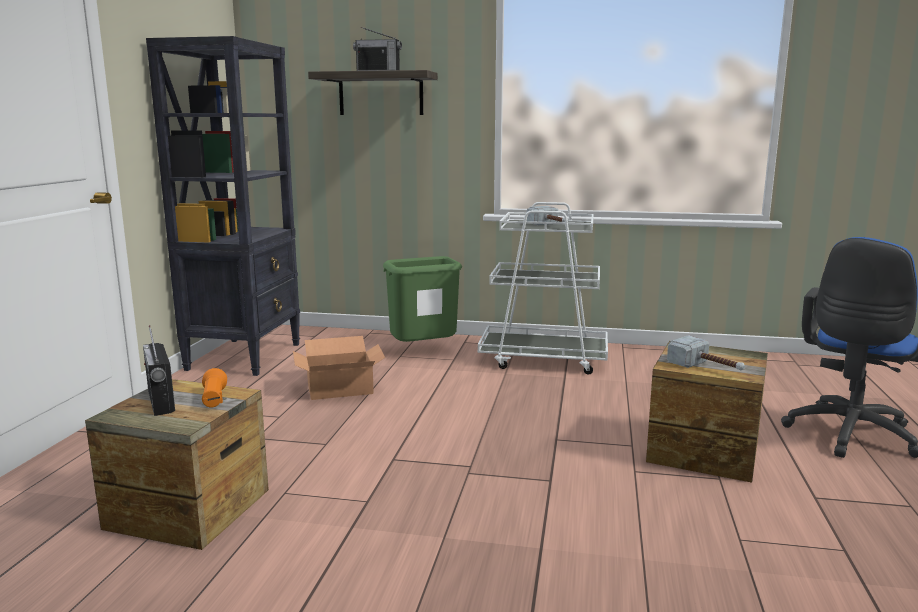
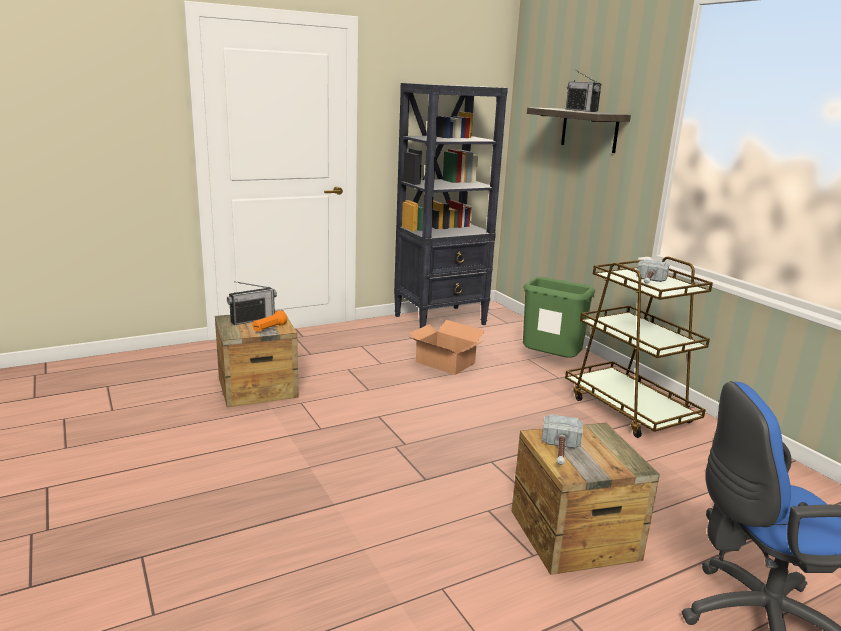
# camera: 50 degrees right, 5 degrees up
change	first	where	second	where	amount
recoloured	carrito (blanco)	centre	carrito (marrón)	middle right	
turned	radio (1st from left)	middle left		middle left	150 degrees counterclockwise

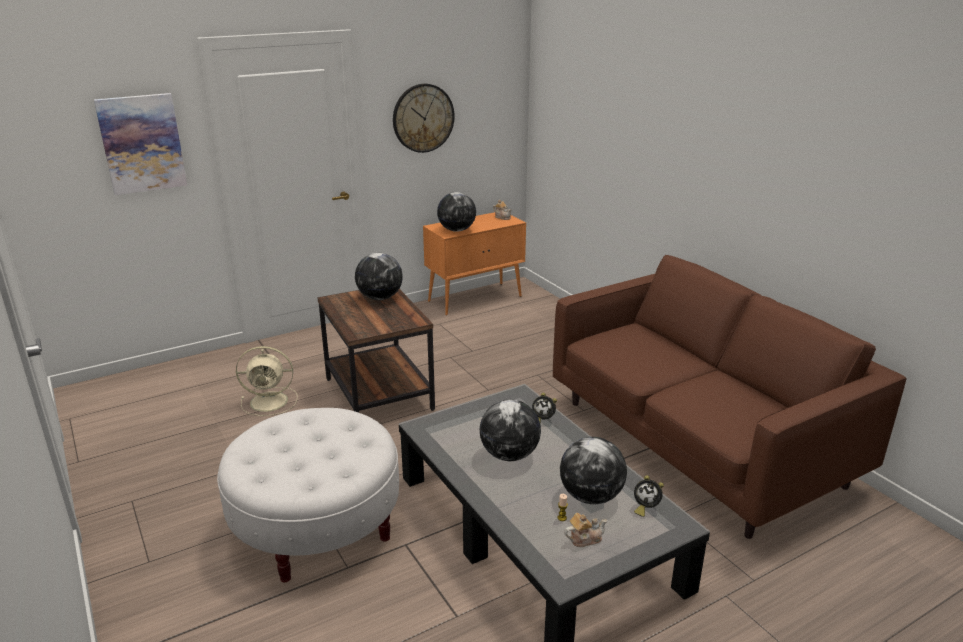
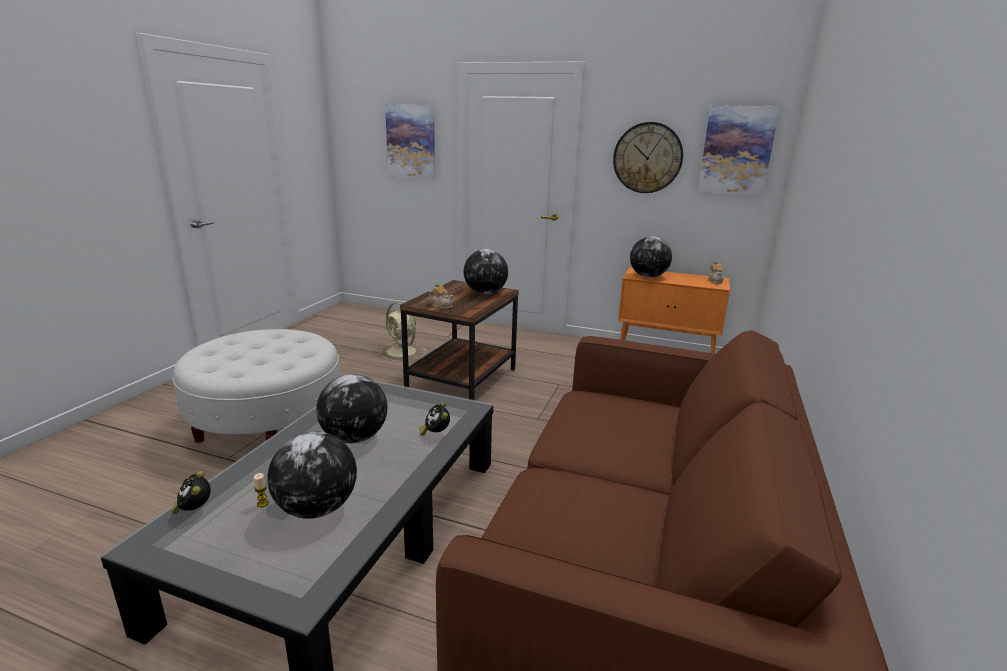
# camera: 50 degrees right, 5 degrees down
change	first	where	second	where	amount
moved	despertador (2nd from left in the first image)	bottom right	despertador (1st from left)	bottom left	
moved	tetera (2nd from left in the first image)	bottom centre	tetera (1st from left)	centre	
added			cuadro (2nd from left)	top right	

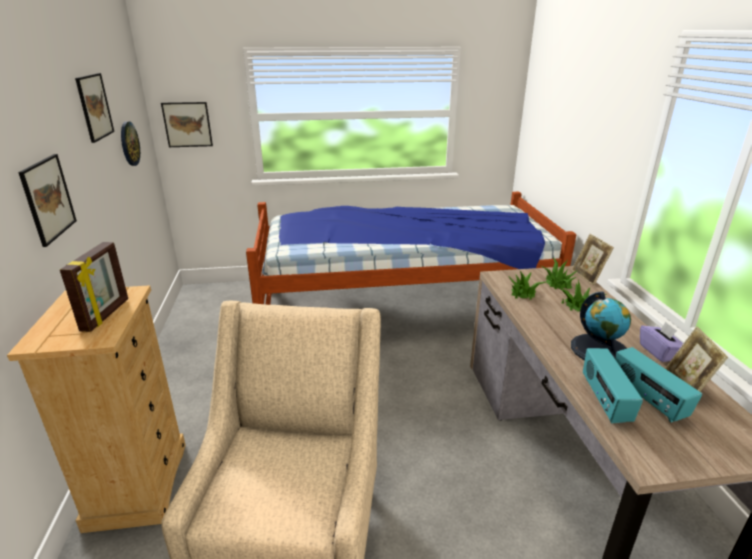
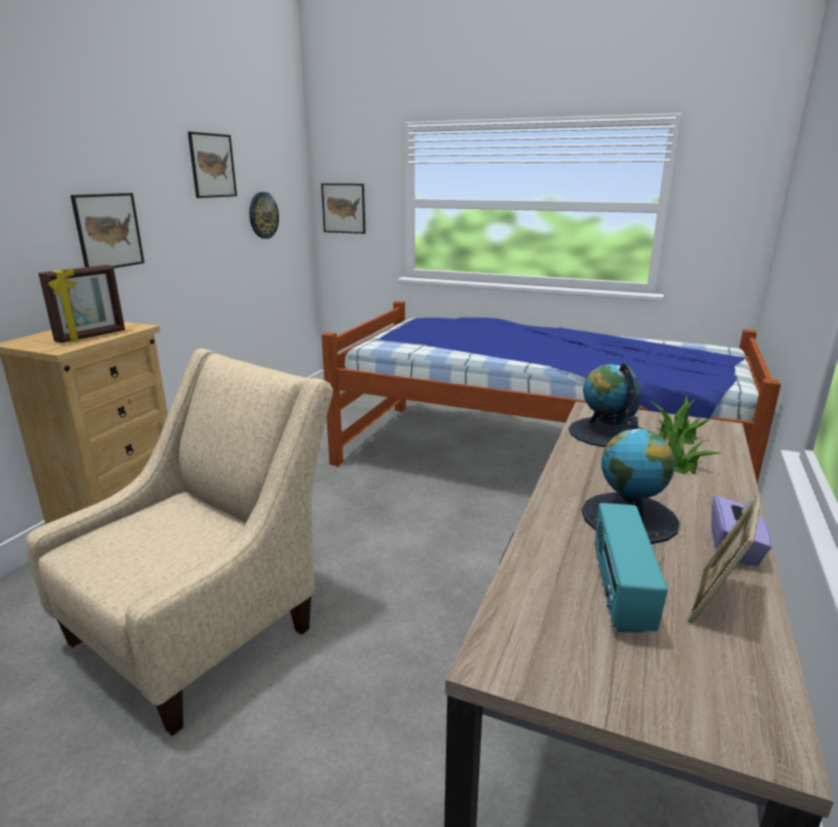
# camera: 30 degrees right, 5 degrees down
change	first	where	second	where	amount
removed	portarretratos (2nd from left)	middle right			
replaced	planta en maceta (1st from left)	middle right	globo terráqueo (1st from left)	middle right	
removed	radio (1st from left)	bottom right			

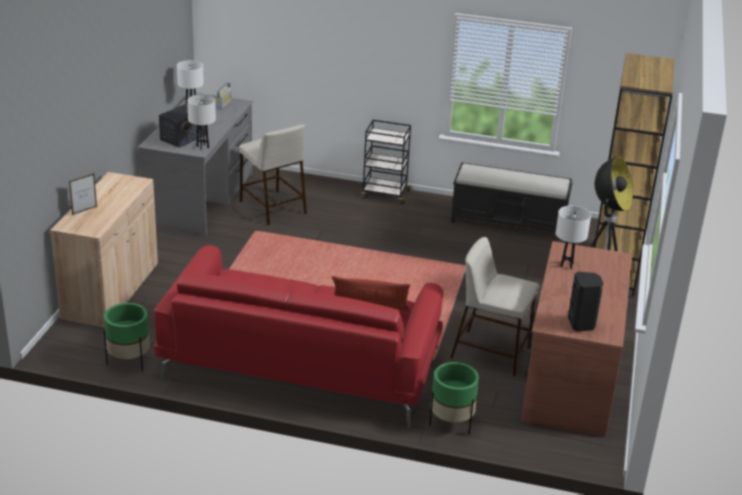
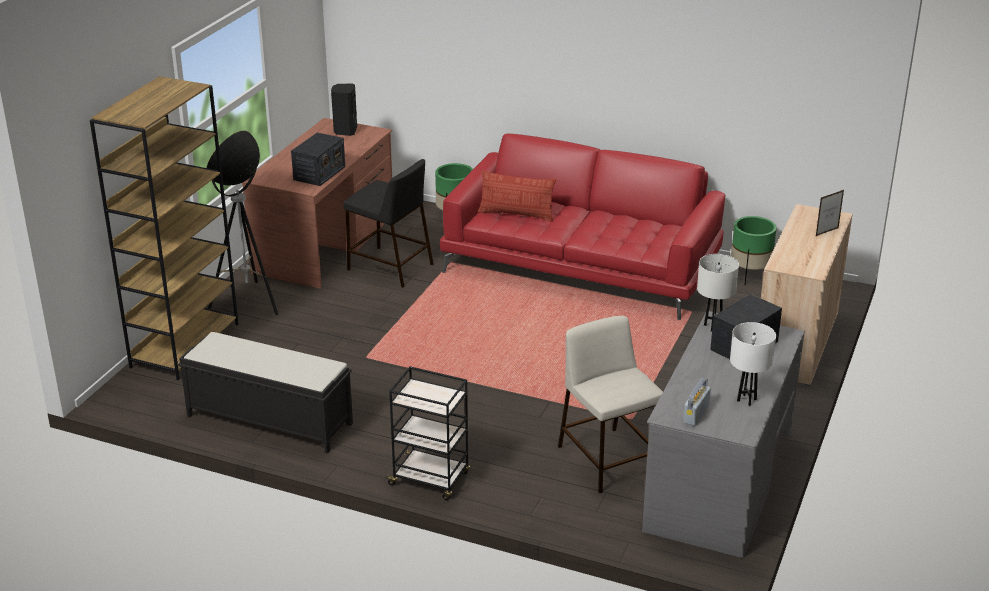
# camera: 170 degrees left, 0 degrees up
change	first	where	second	where	amount
replaced	lámpara de mesa (blanco) (3rd from left)	middle right	radio (1st from left)	top left	
recoloured	taburete (beis) (2nd from left)	centre	taburete (negro)	centre	

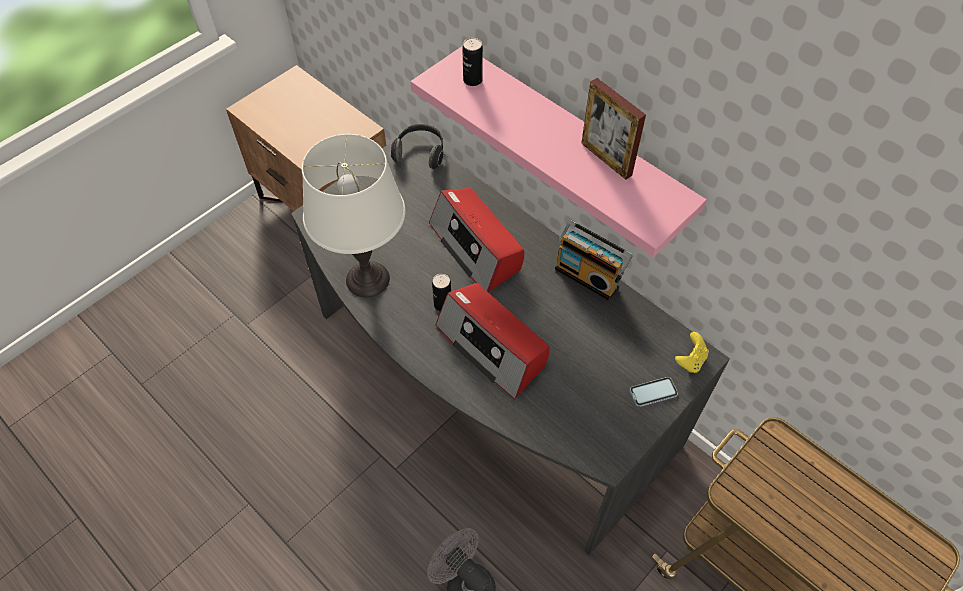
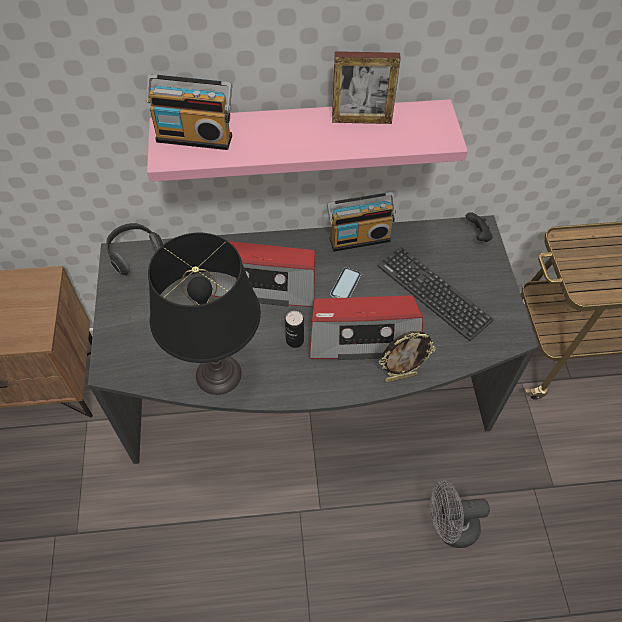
# camera: 50 degrees left, 0 degrees up
change	first	where	second	where	amount
replaced	lata (2nd from left)	top centre	radio (1st from left)	top left	
recoloured	lámpara de mesa (blanco)	centre	lámpara de mesa (negro)	middle left	
recoloured	mando de consola (amarillo)	middle right	mando de consola (negro)	middle right	
moved	móvil	middle right		centre	
added			teclado	middle right	
added			portarretratos (2nd from left)	centre	

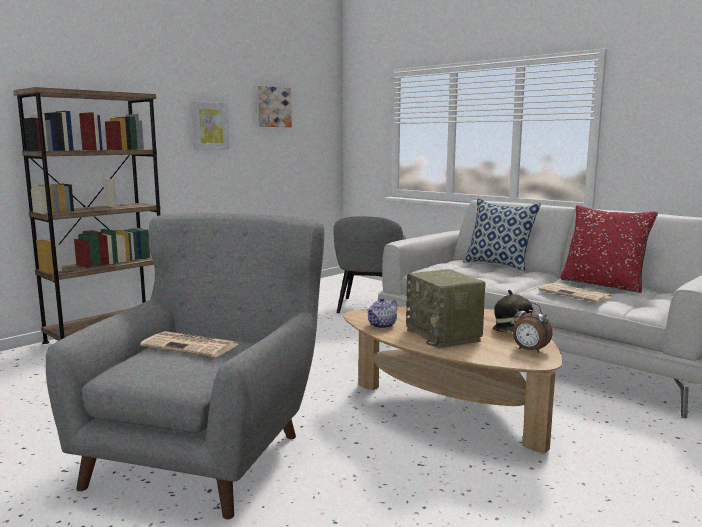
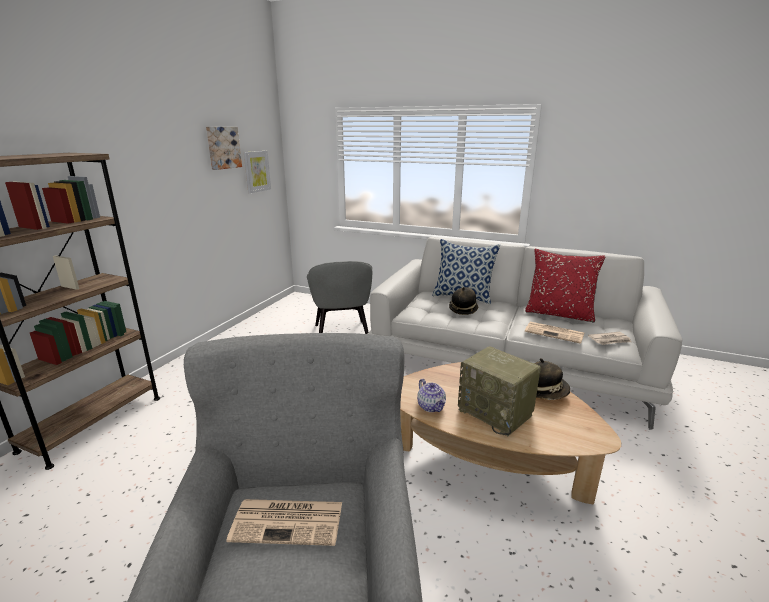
# camera: 20 degrees left, 10 degrees up
change	first	where	second	where	amount
moved	cuadro (1st from left in the first image)	top left	cuadro (2nd from left)	top centre	
turned	tetera	centre		centre	45 degrees counterclockwise
removed	despertador	middle right			
added			sombrero (1st from left)	centre	
added			periódico (3rd from left)	middle right	

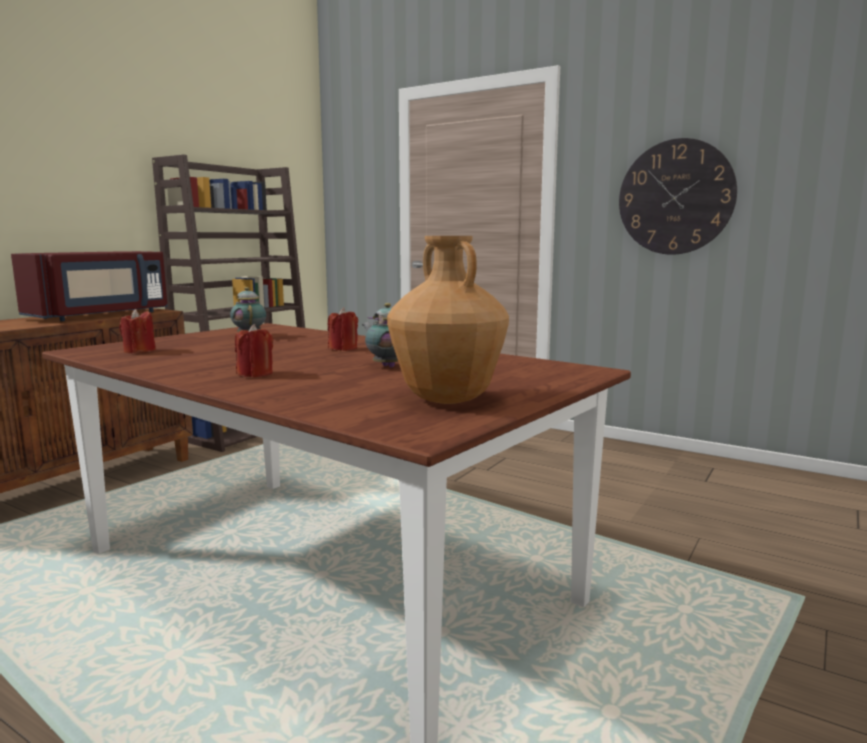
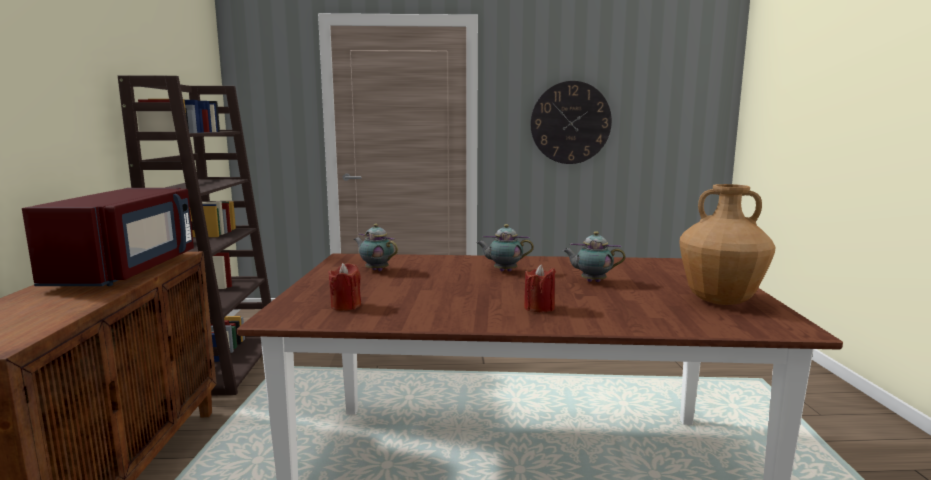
# camera: 35 degrees left, 0 degrees up
change	first	where	second	where	amount
replaced	vela (rojo) (3rd from left)	centre	tetera (2nd from left)	centre	

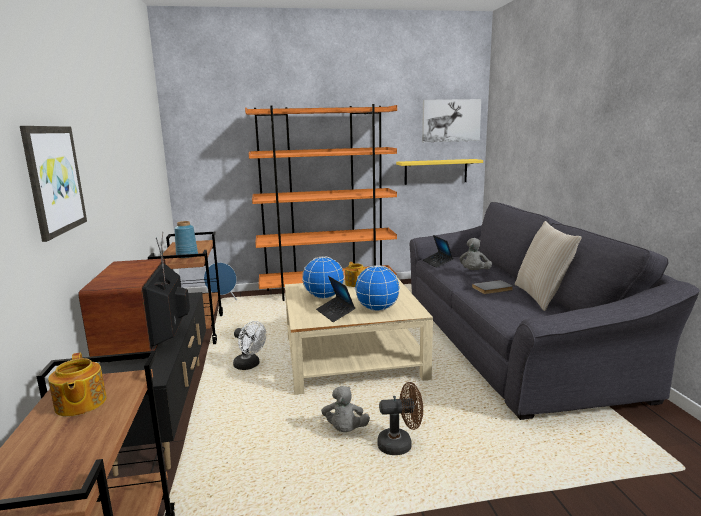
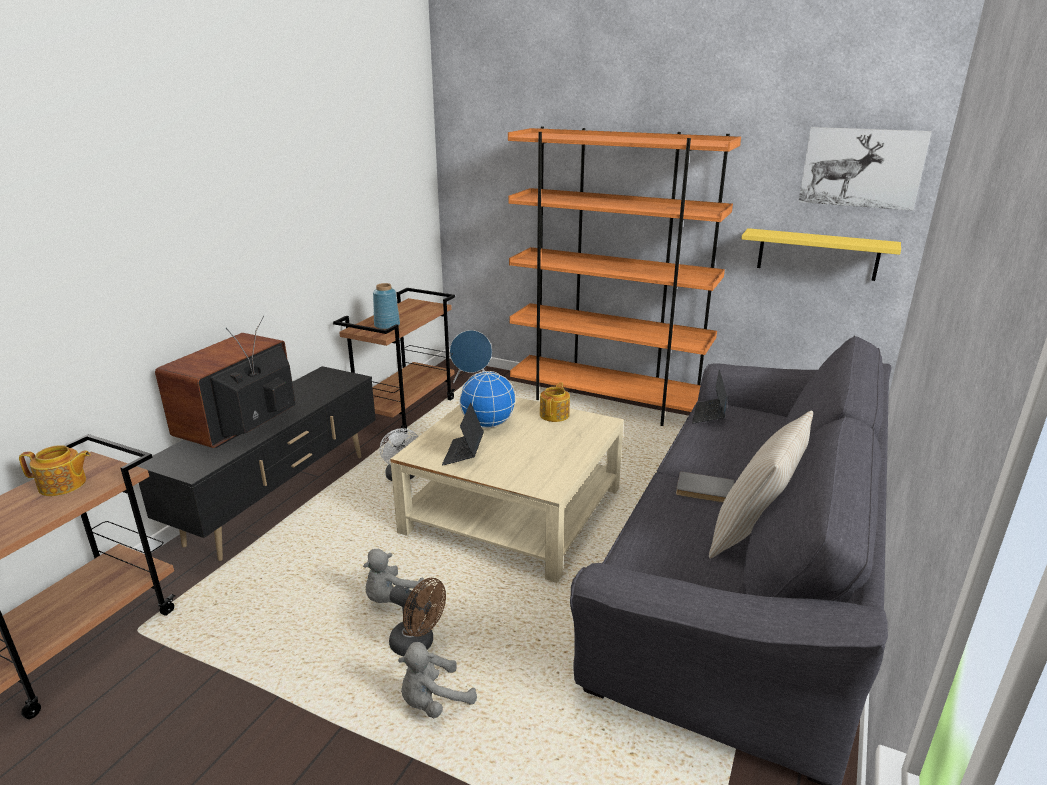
# camera: 35 degrees right, 10 degrees up
change	first	where	second	where	amount
removed	cuadro (1st from left)	middle left			
moved	peluche (gris) (2nd from left)	middle right		bottom centre	
removed	globo terráqueo (2nd from left)	centre			
turned	tetera (1st from left)	bottom left		middle left	105 degrees counterclockwise

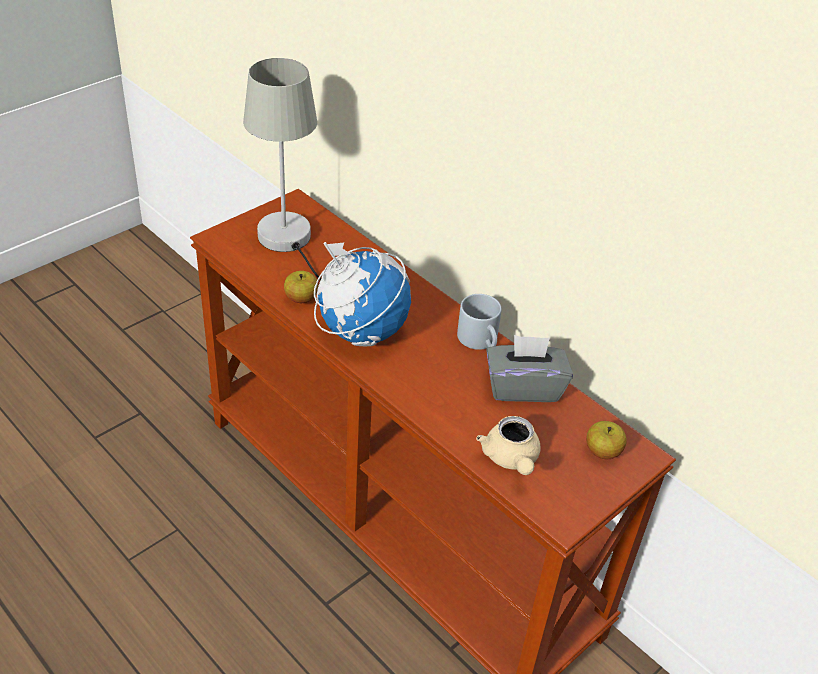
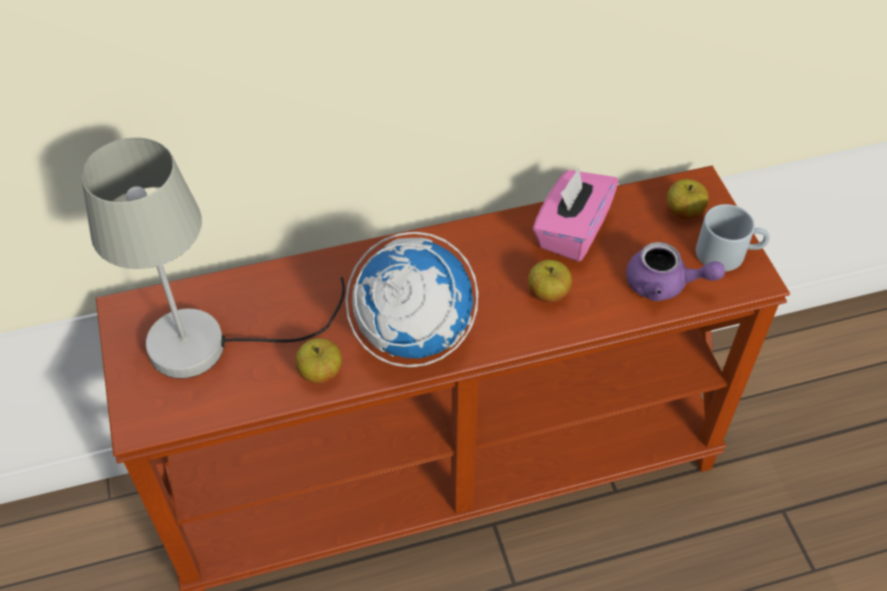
# camera: 60 degrees left, 10 degrees up
change	first	where	second	where	amount
moved	taza grande (gris)	centre		middle right	
recoloured	caja de pañuelos (gris)	centre	caja de pañuelos (rosa)	centre	
recoloured	tetera (beis)	centre	tetera (morado)	middle right	
added			manzana (2nd from left)	centre	

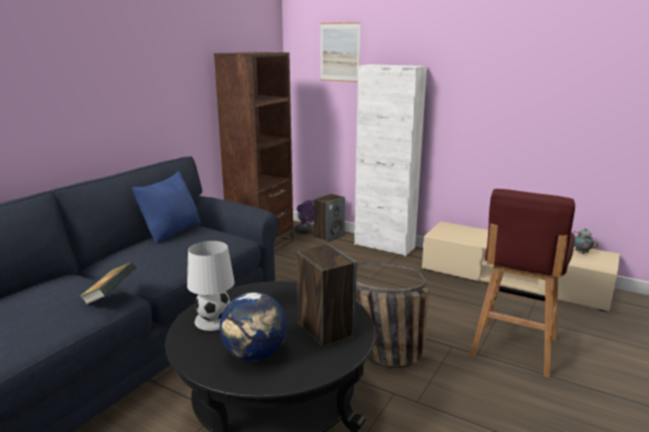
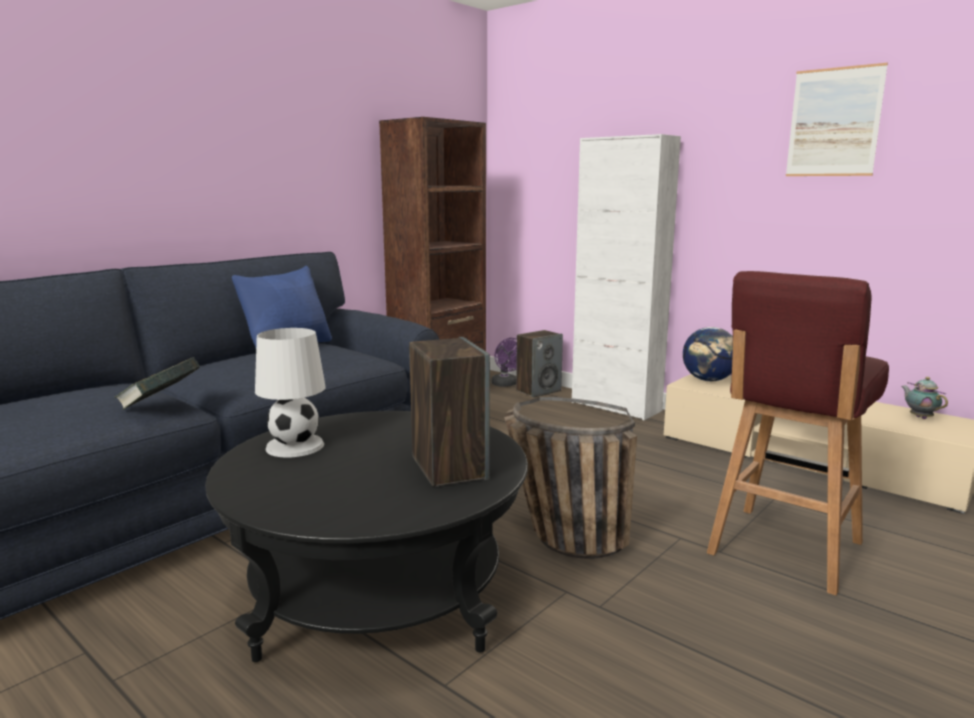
# camera: 10 degrees right, 5 degrees down
change	first	where	second	where	amount
moved	cuadro	top centre		top right	
moved	globo terráqueo	bottom centre		middle right	

